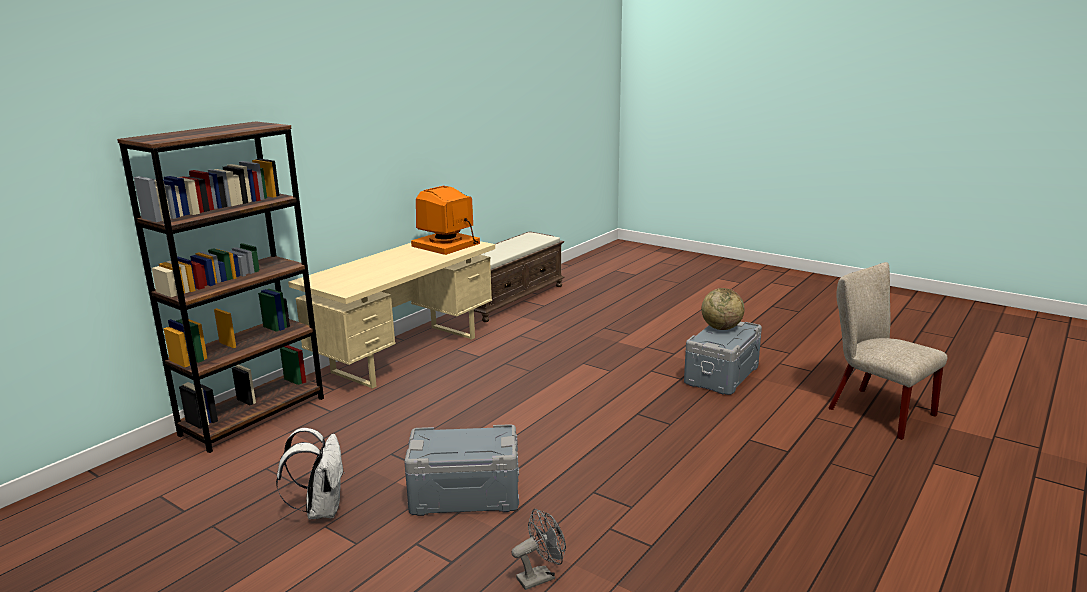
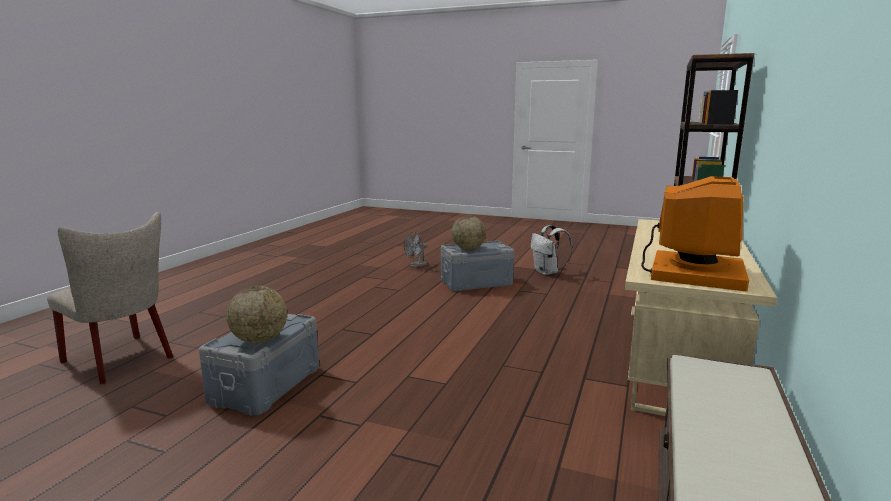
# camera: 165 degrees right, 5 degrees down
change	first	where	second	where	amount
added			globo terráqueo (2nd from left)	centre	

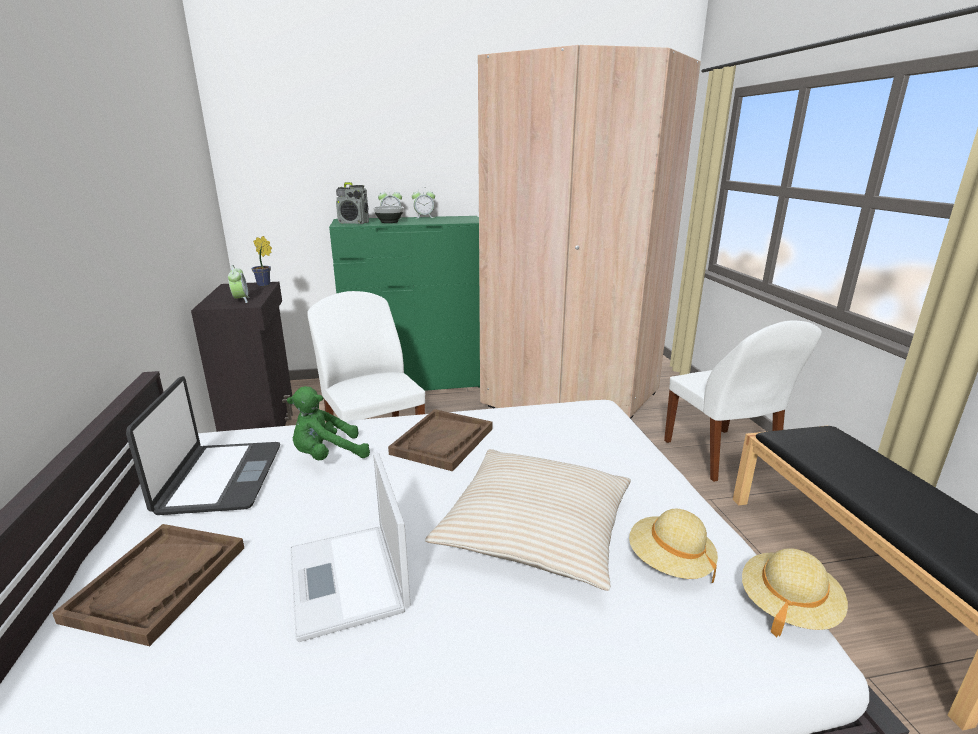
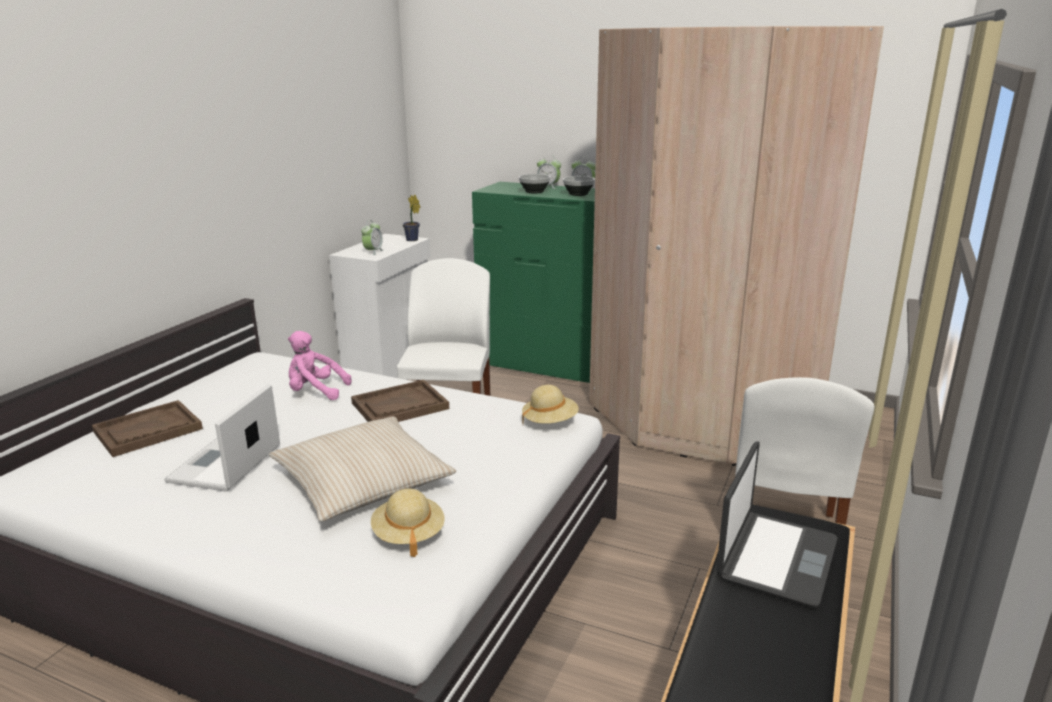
# camera: 35 degrees right, 0 degrees up
change	first	where	second	where	amount
removed	radio	top centre			
recoloured	armario (negro)	middle left	armario (blanco)	centre	
moved	portátil (1st from left in the first image)	middle left	portátil (2nd from left)	bottom right	
recoloured	peluche (verde)	centre	peluche (rosa)	middle left	
moved	sombrero (beis) (2nd from left)	bottom right		centre	
added			cuenco (2nd from left)	top centre	

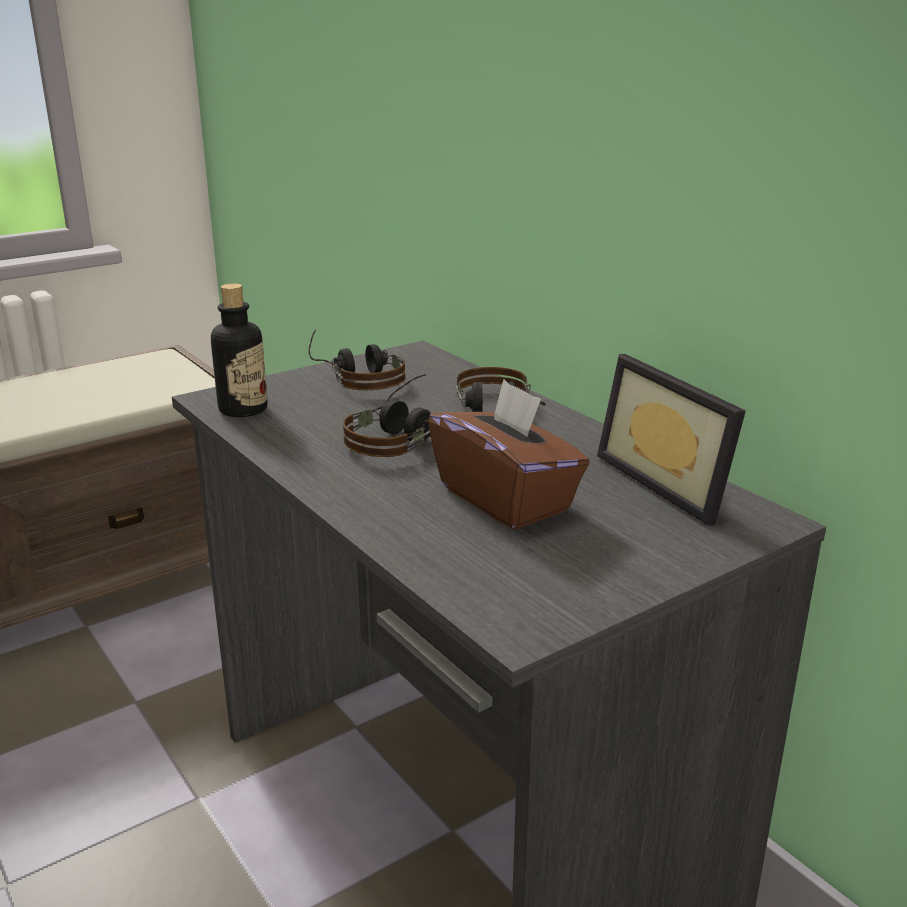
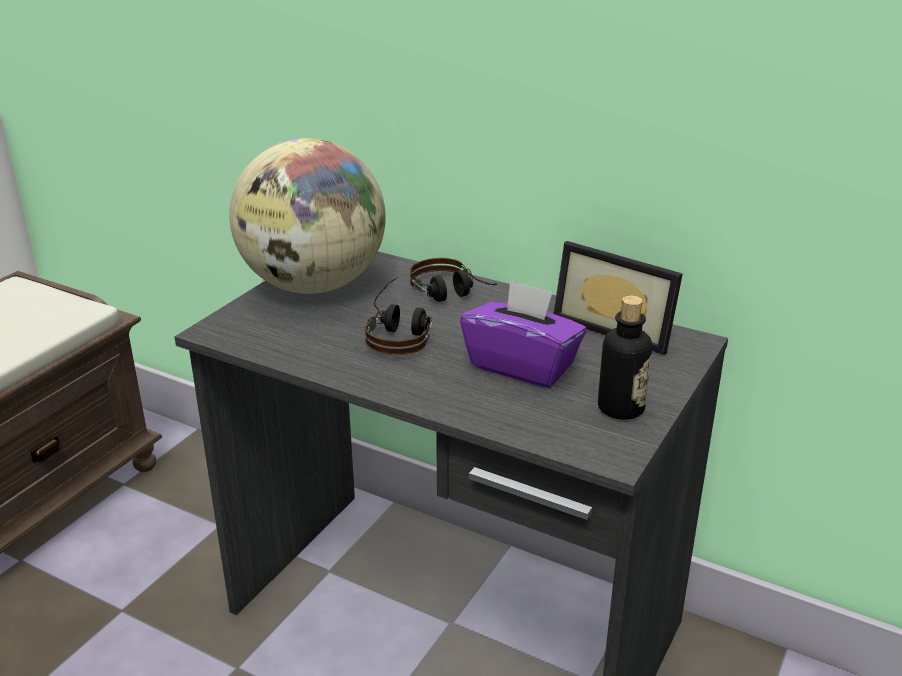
# camera: 25 degrees left, 5 degrees up
change	first	where	second	where	amount
moved	botella	middle left		middle right	
replaced	auriculares (1st from left)	centre	globo terráqueo	top centre	
recoloured	caja de pañuelos (marrón)	centre	caja de pañuelos (morado)	centre	

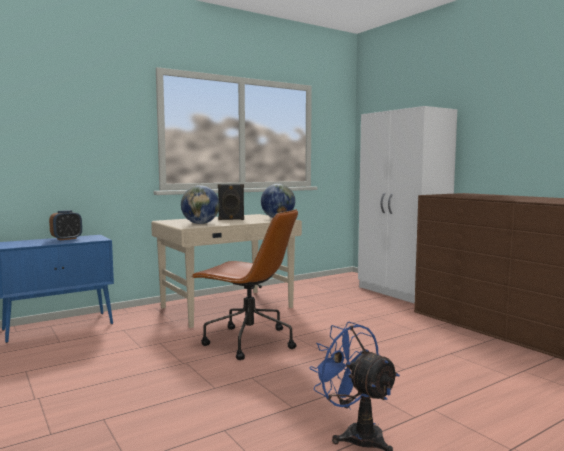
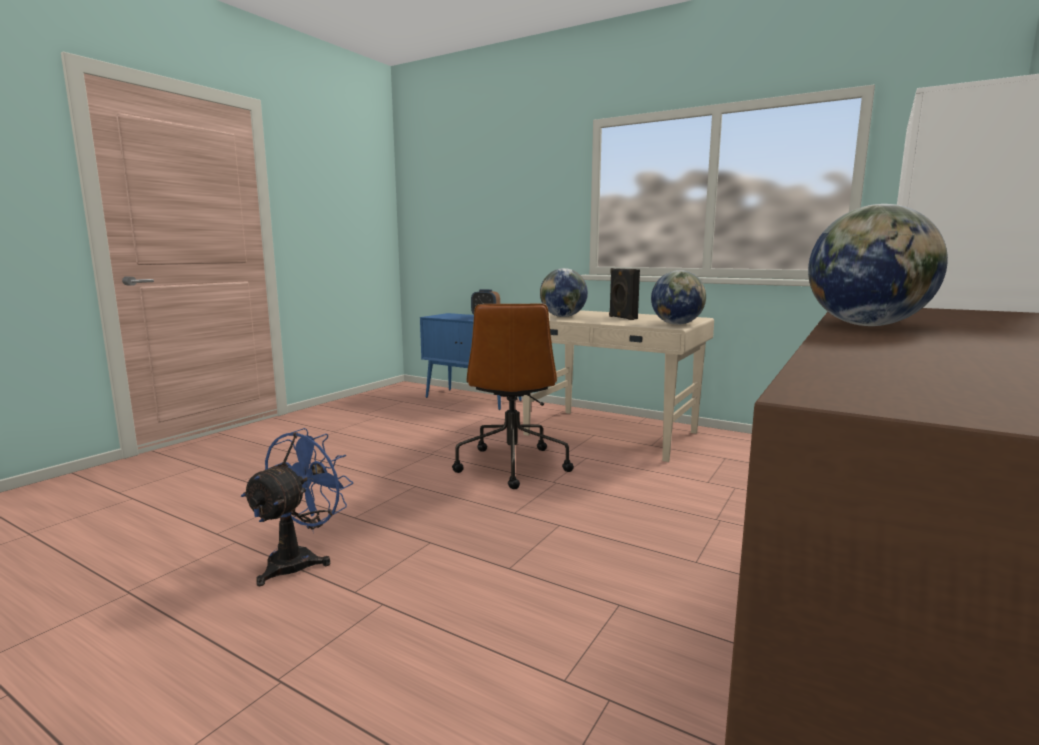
# camera: 65 degrees right, 5 degrees up
change	first	where	second	where	amount
added			globo terráqueo (3rd from left)	middle right	

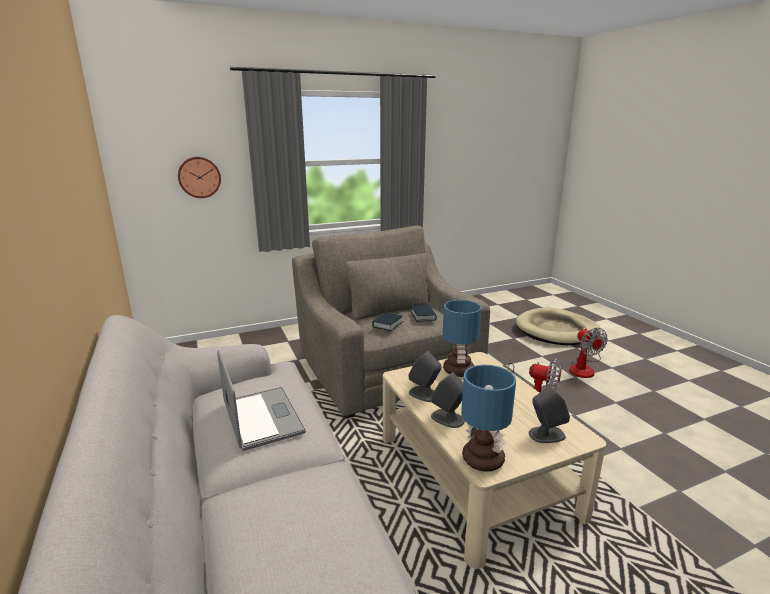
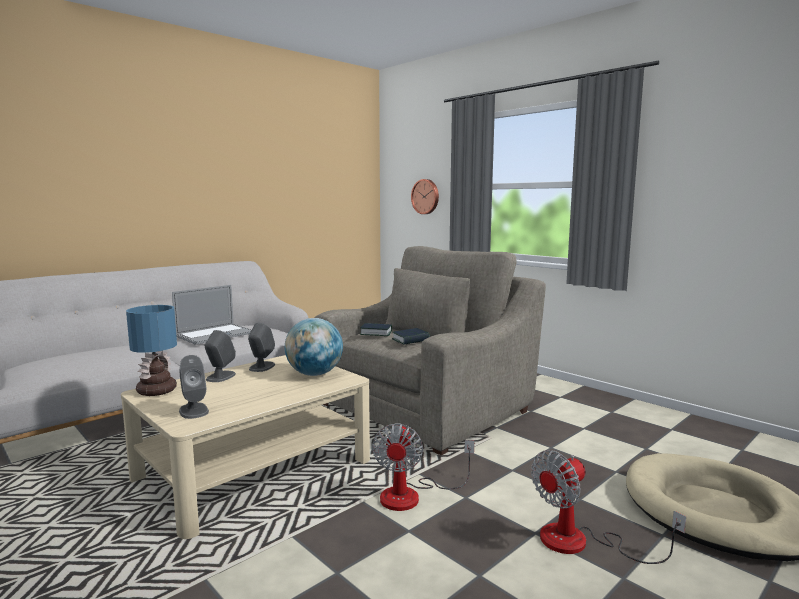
# camera: 70 degrees right, 10 degrees down
change	first	where	second	where	amount
replaced	lámpara de mesa (1st from left)	centre	globo terráqueo	centre	

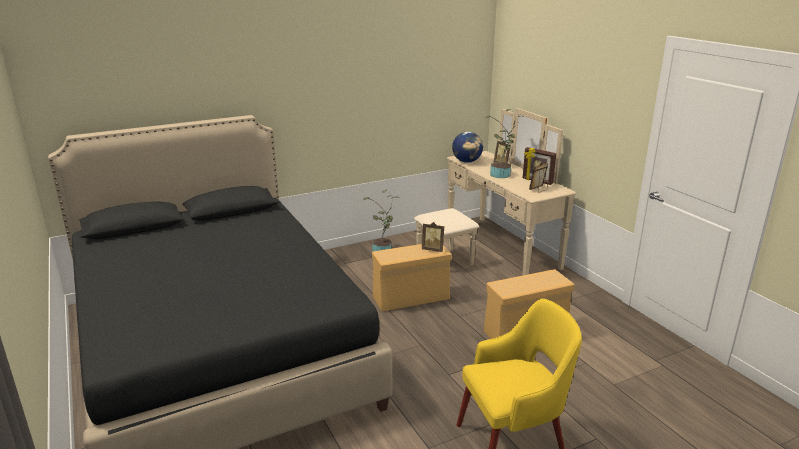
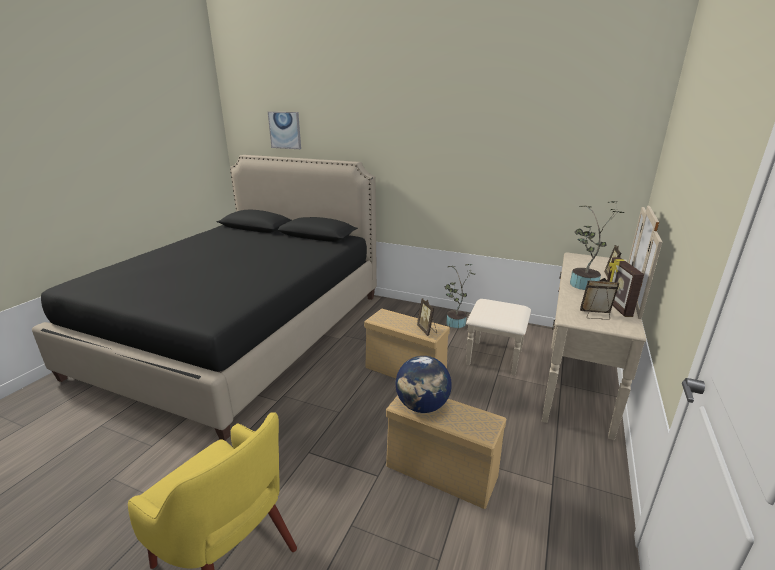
# camera: 50 degrees right, 0 degrees up
change	first	where	second	where	amount
moved	globo terráqueo	top centre		bottom centre	
added			cuadro	top centre	

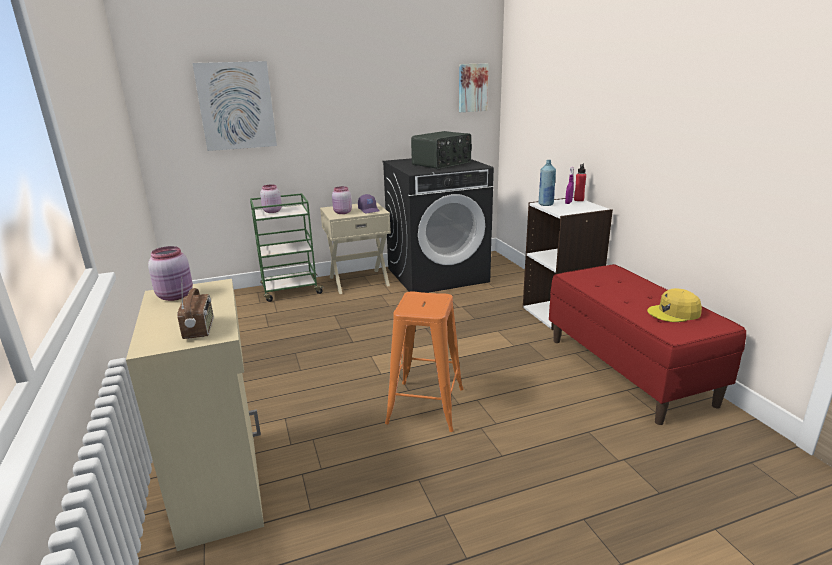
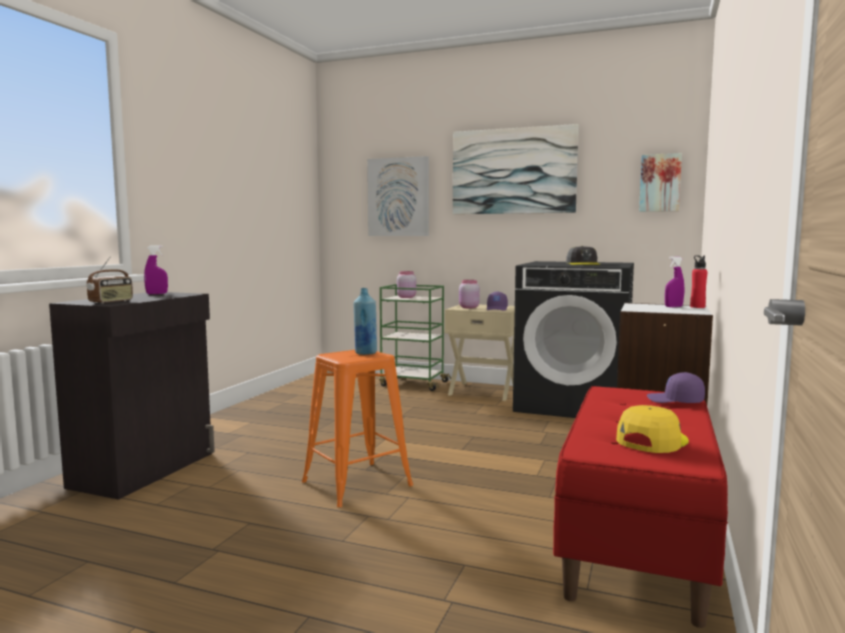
# camera: 40 degrees right, 15 degrees down
change	first	where	second	where	amount
replaced	radio (2nd from left)	top centre	gorra (gris)	middle right	
moved	botella (azul)	top centre		centre	
replaced	tarro (rosa) (1st from left)	middle left	pulverizador (morado) (1st from left)	middle left	
recoloured	armario (beis)	bottom left	armario (negro)	middle left	
turned	gorra (amarillo)	middle right		bottom right	105 degrees clockwise
added			cuadro (2nd from left)	top centre	
added			gorra (morado) (2nd from left)	middle right	

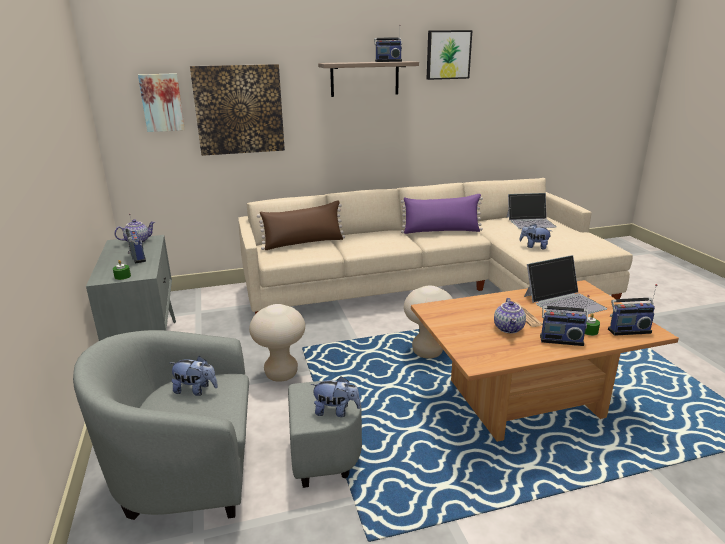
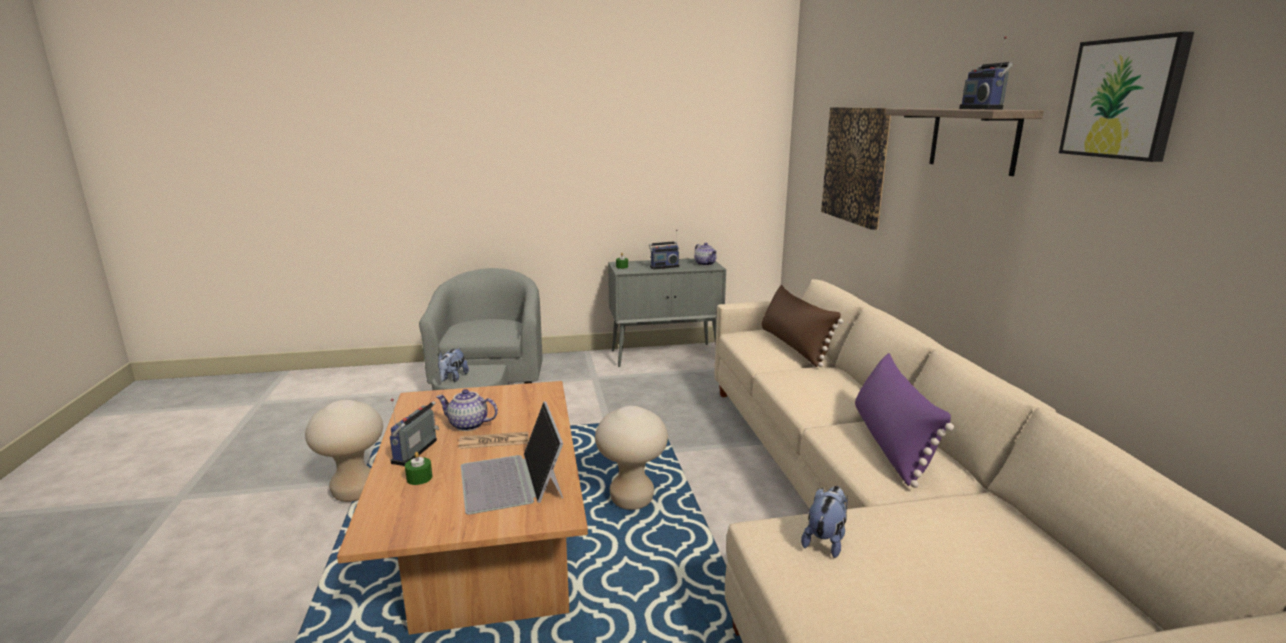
# camera: 95 degrees right, 5 degrees down
change	first	where	second	where	amount
removed	cuadro (1st from left)	top left			
removed	portátil (1st from left)	middle right			
removed	radio (4th from left)	middle right			
moved	taburete (beis) (1st from left)	centre		bottom left	
removed	peluche (1st from left)	bottom left			

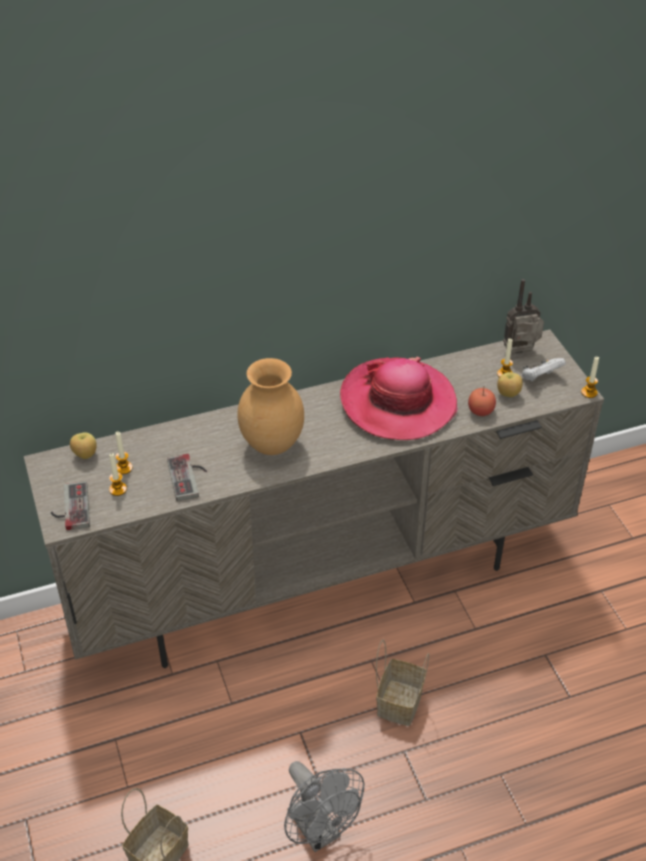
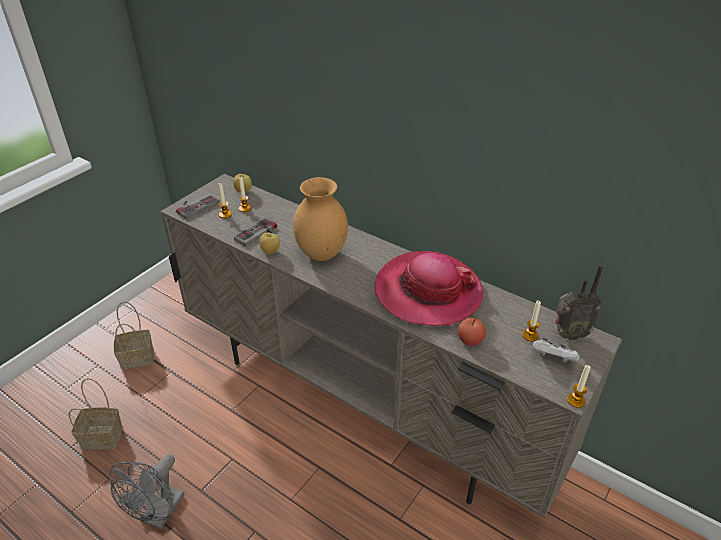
# camera: 55 degrees right, 5 degrees down
change	first	where	second	where	amount
turned	radio	middle right		middle right	135 degrees clockwise
moved	manzana (3rd from left in the first image)	middle right	manzana (2nd from left)	centre	
moved	cesta (2nd from left)	bottom centre		middle left	

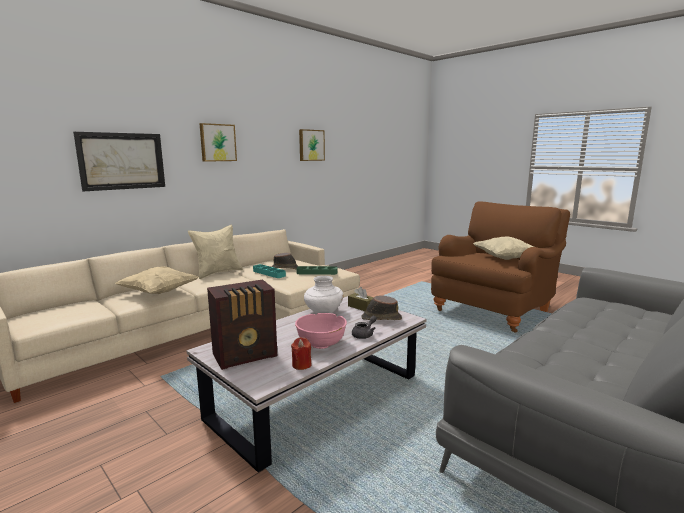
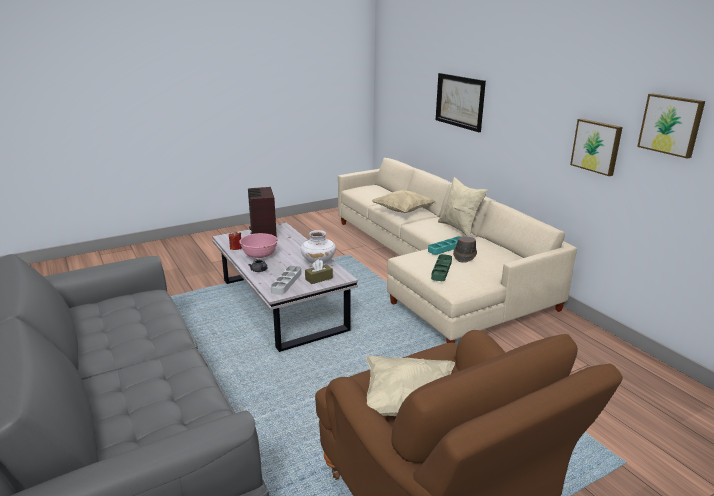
# camera: 105 degrees right, 10 degrees up
change	first	where	second	where	amount
moved	cuadro (2nd from left)	top left		top right	
replaced	sombrero (marrón) (2nd from left)	centre	bandeja (gris)	centre	

